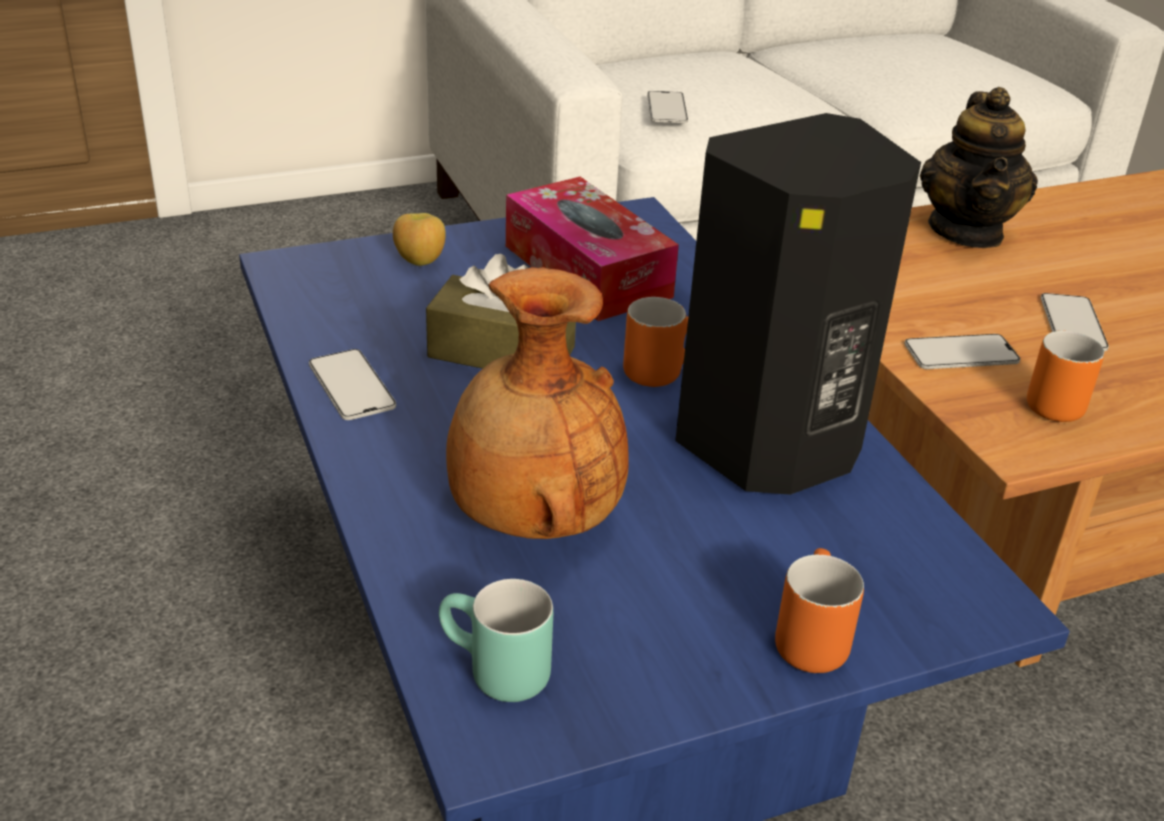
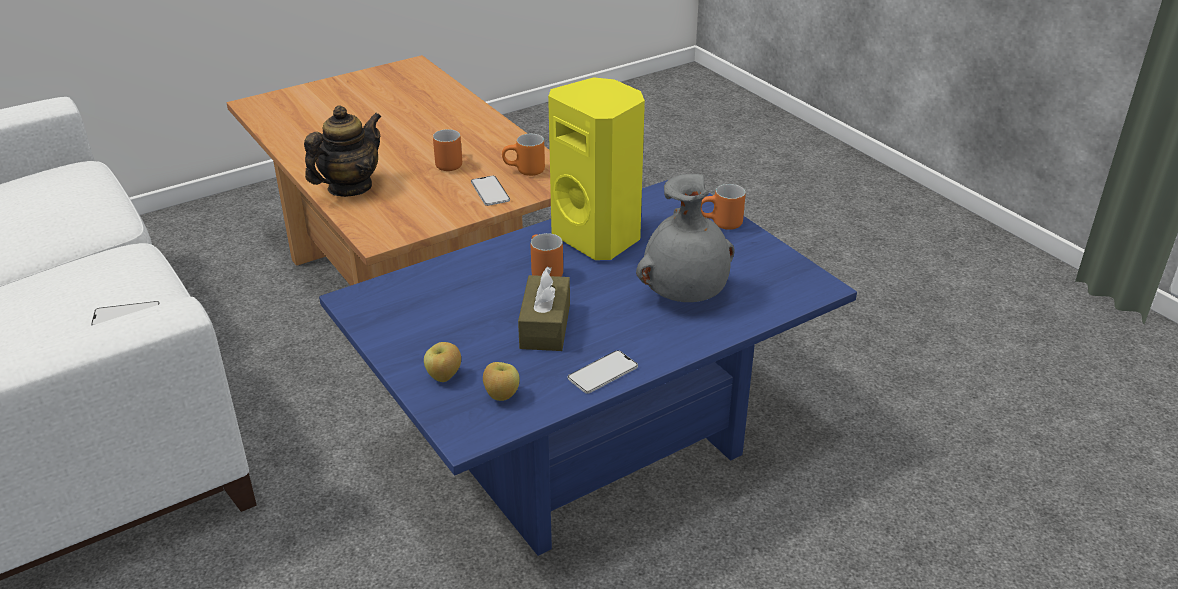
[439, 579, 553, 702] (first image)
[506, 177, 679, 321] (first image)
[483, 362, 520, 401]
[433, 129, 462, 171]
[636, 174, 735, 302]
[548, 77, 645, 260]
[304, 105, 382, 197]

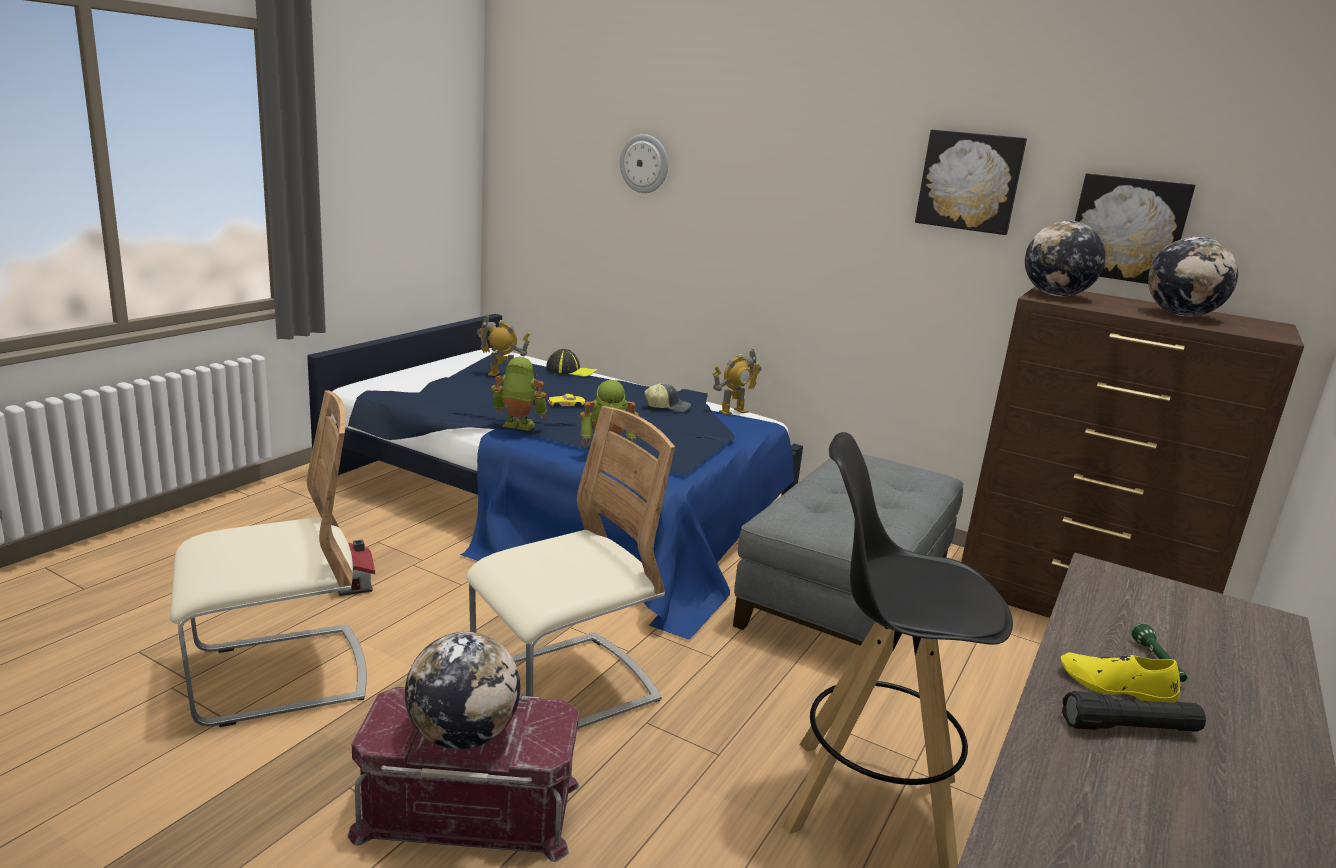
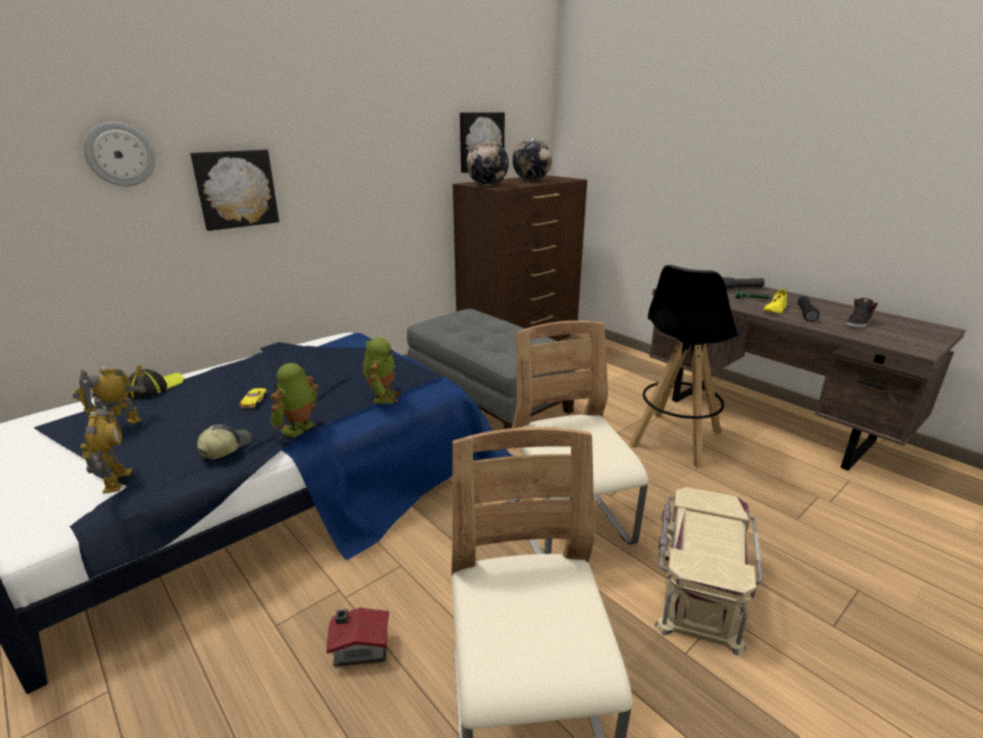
[405, 632, 520, 750] (first image)
[722, 277, 765, 289]
[846, 298, 878, 328]
[197, 424, 252, 459]
[80, 398, 132, 494]
[190, 150, 279, 231]
[655, 487, 762, 655]

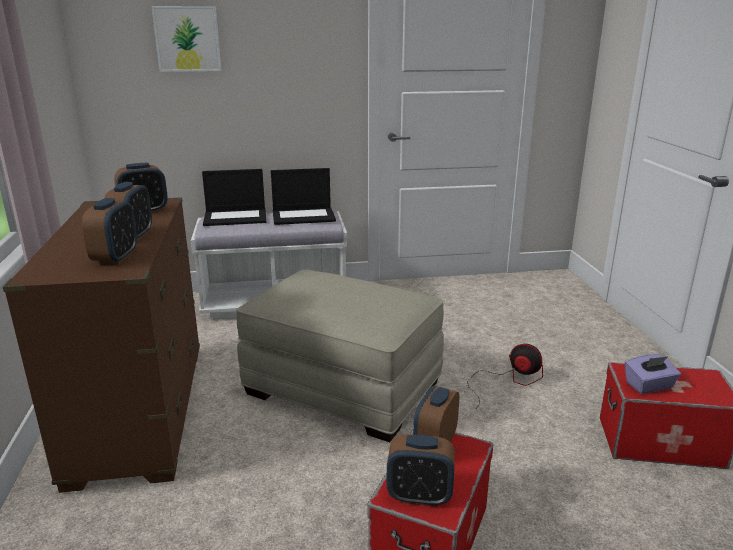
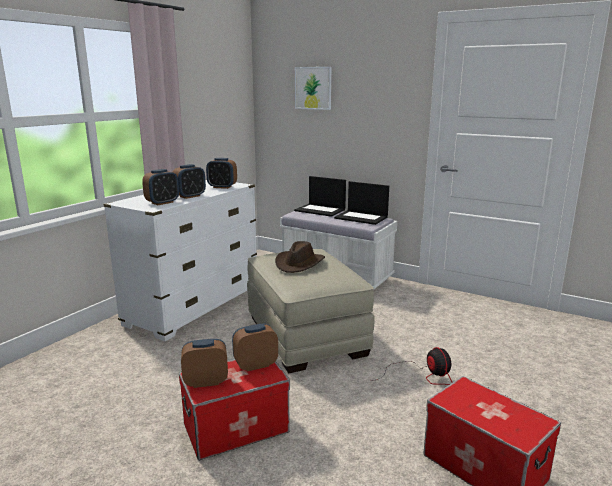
[625, 354, 681, 394] (first image)
[275, 241, 325, 273]
[103, 179, 257, 341]
[181, 339, 228, 388]

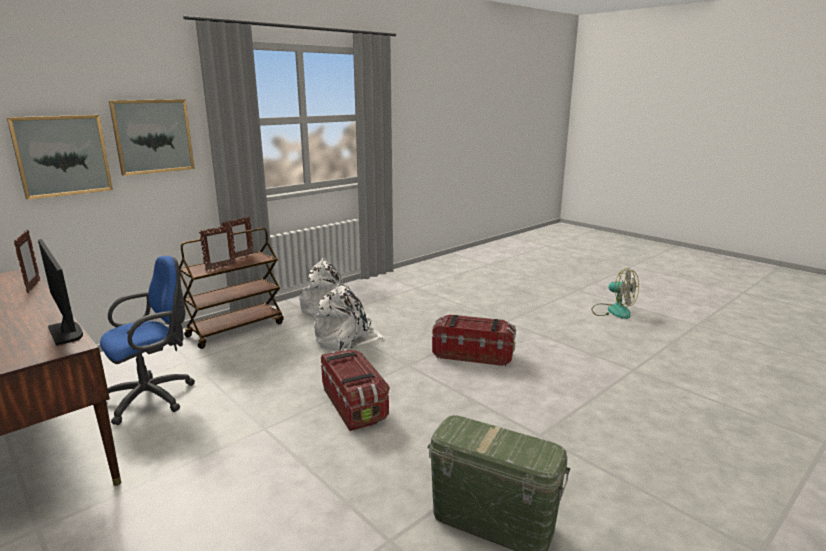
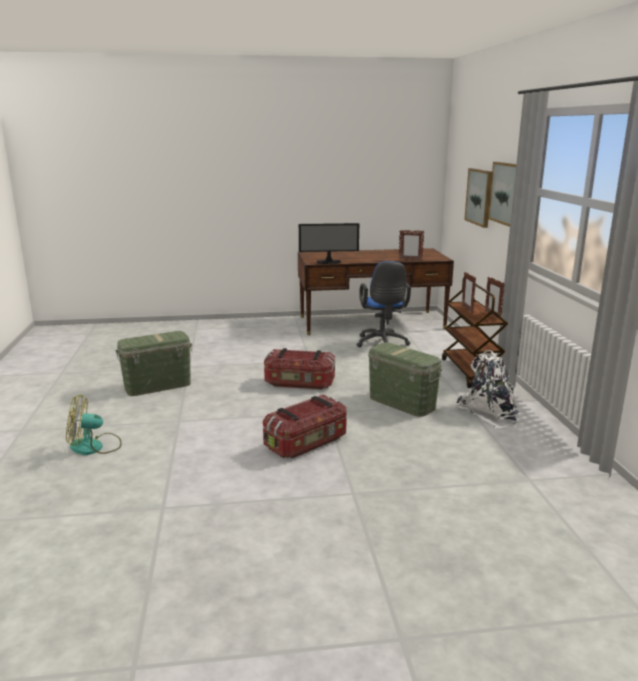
[66, 395, 121, 455]
[368, 342, 442, 417]

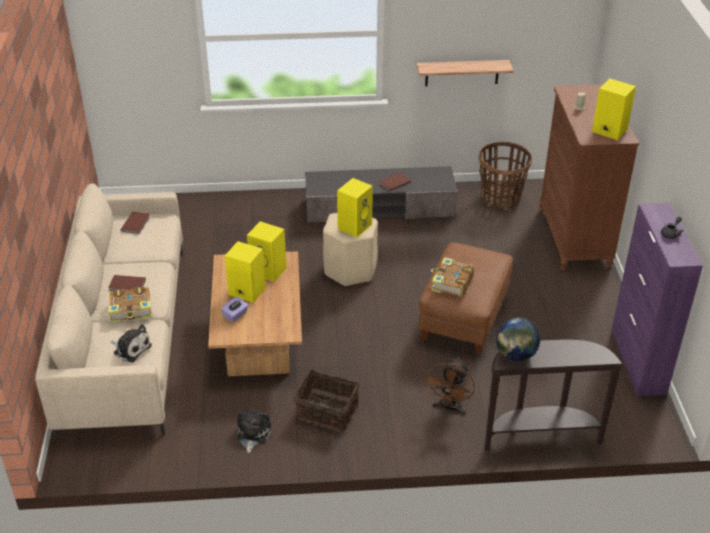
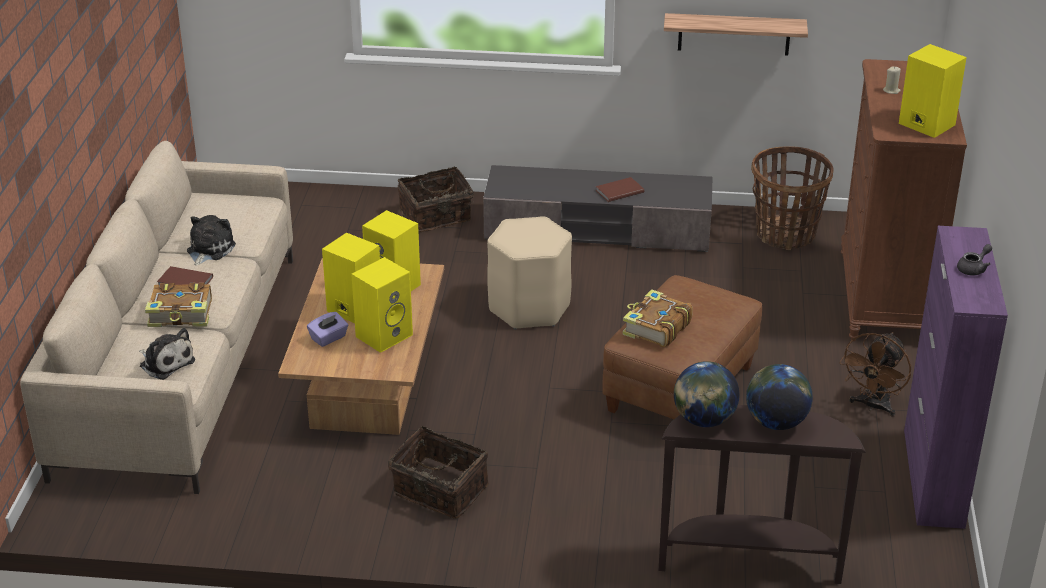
[121, 212, 150, 234] (first image)
[398, 166, 474, 233]
[746, 364, 813, 430]
[187, 215, 236, 265]
[351, 257, 413, 353]
[839, 332, 911, 417]

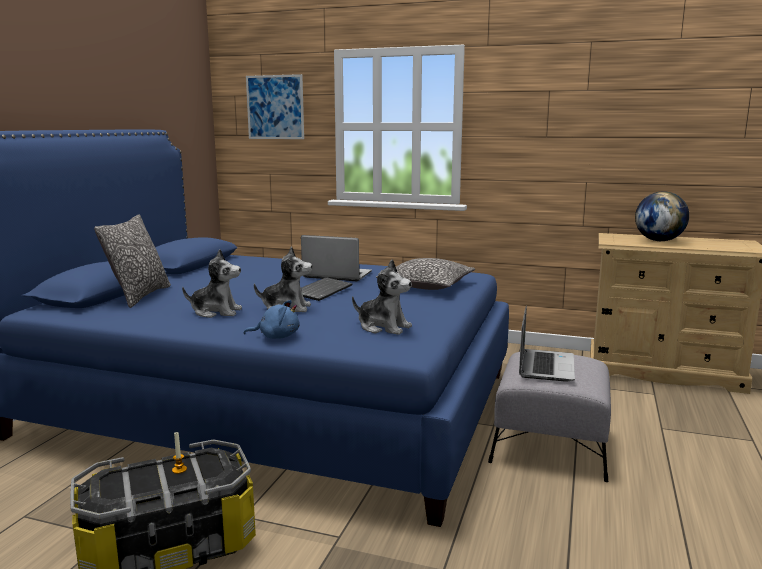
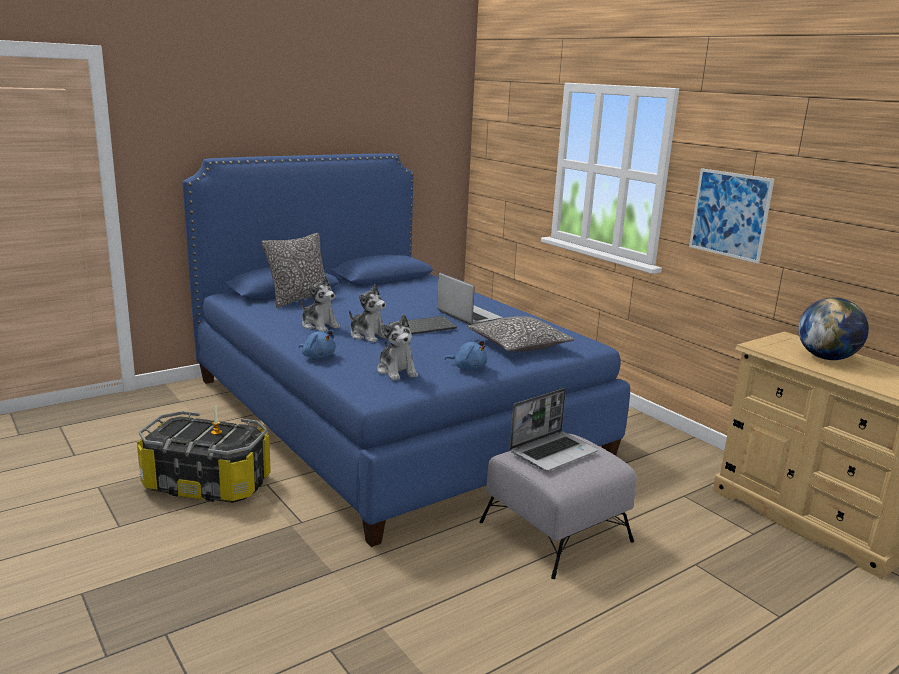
[445, 340, 487, 370]
[689, 168, 774, 264]

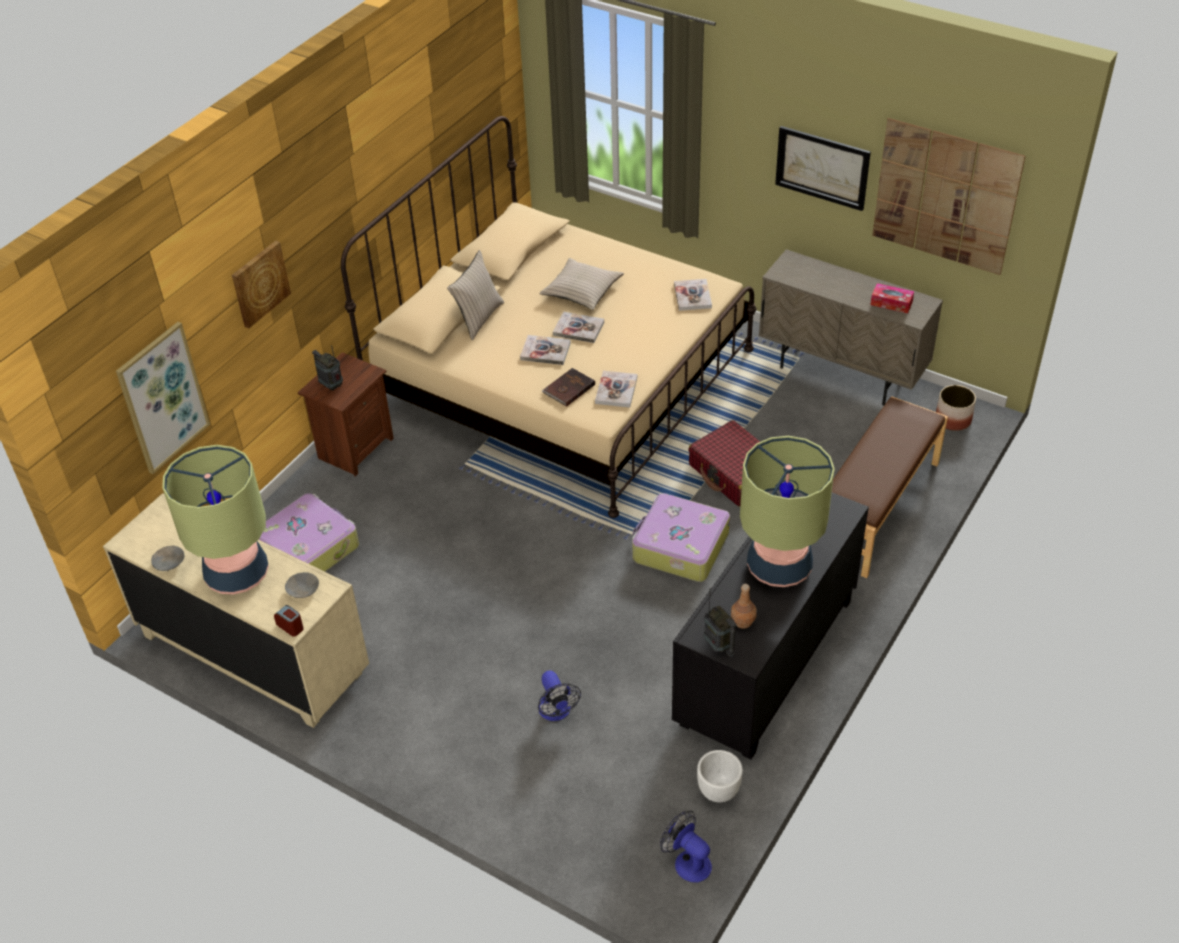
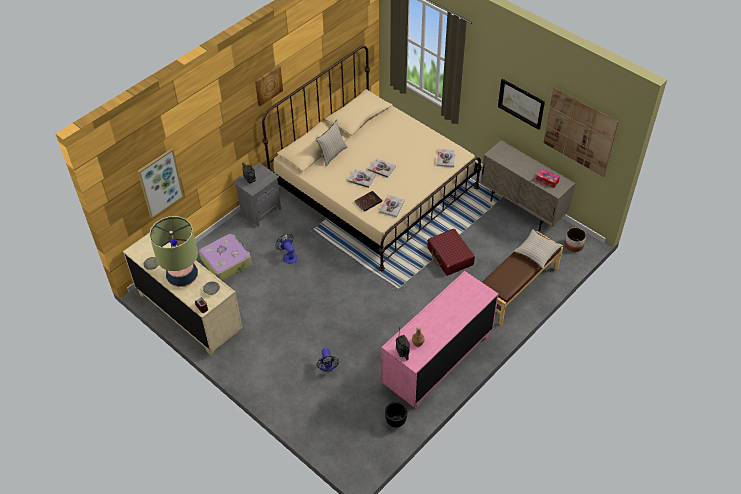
[632, 493, 730, 582] (first image)
[740, 436, 835, 587] (first image)
[255, 65, 283, 106]
[513, 229, 563, 268]
[276, 234, 298, 264]
[233, 163, 281, 227]
[381, 271, 499, 409]
[385, 402, 407, 428]

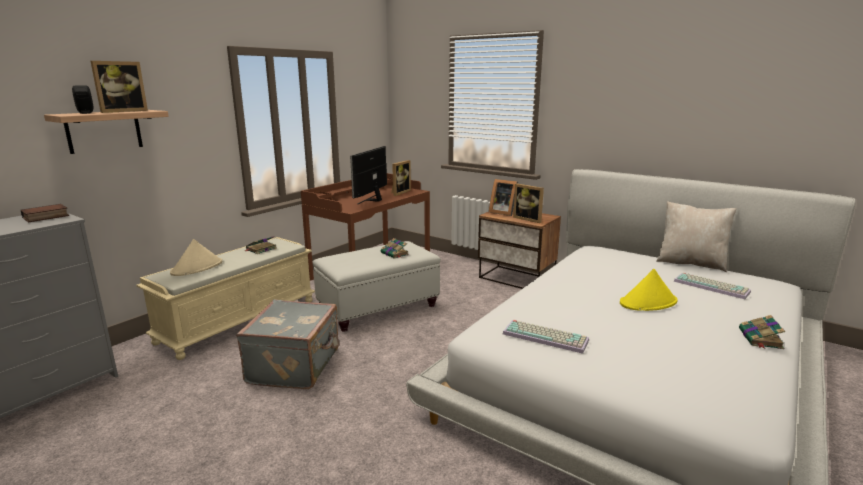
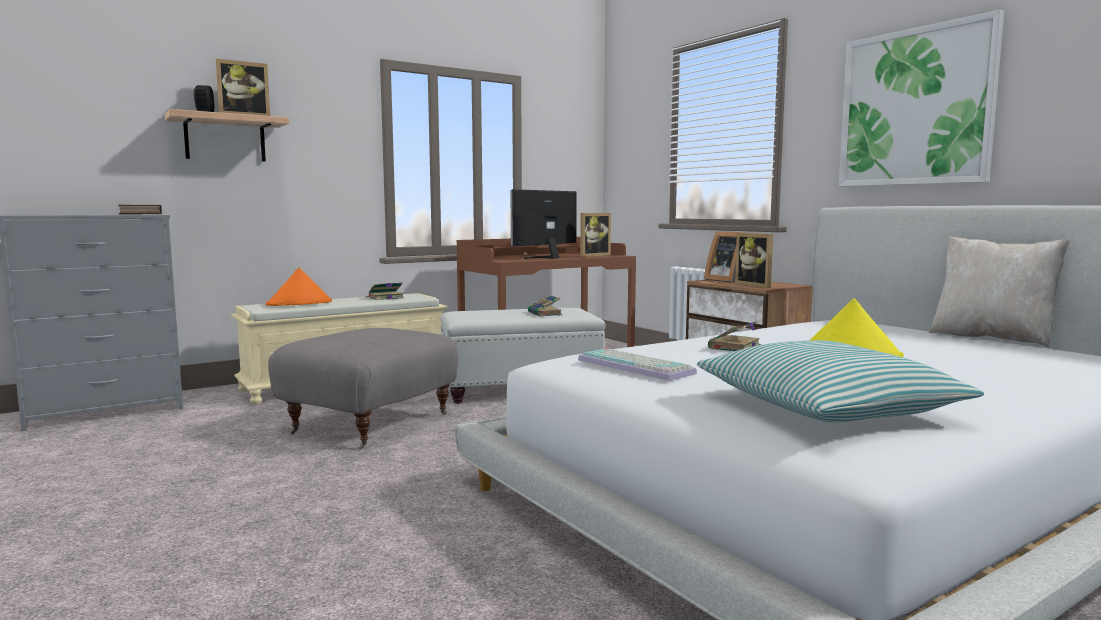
[674, 273, 751, 299] (first image)
[697, 340, 984, 423]
[839, 10, 1004, 186]
[708, 321, 761, 351]
[268, 328, 458, 449]
[266, 268, 332, 306]

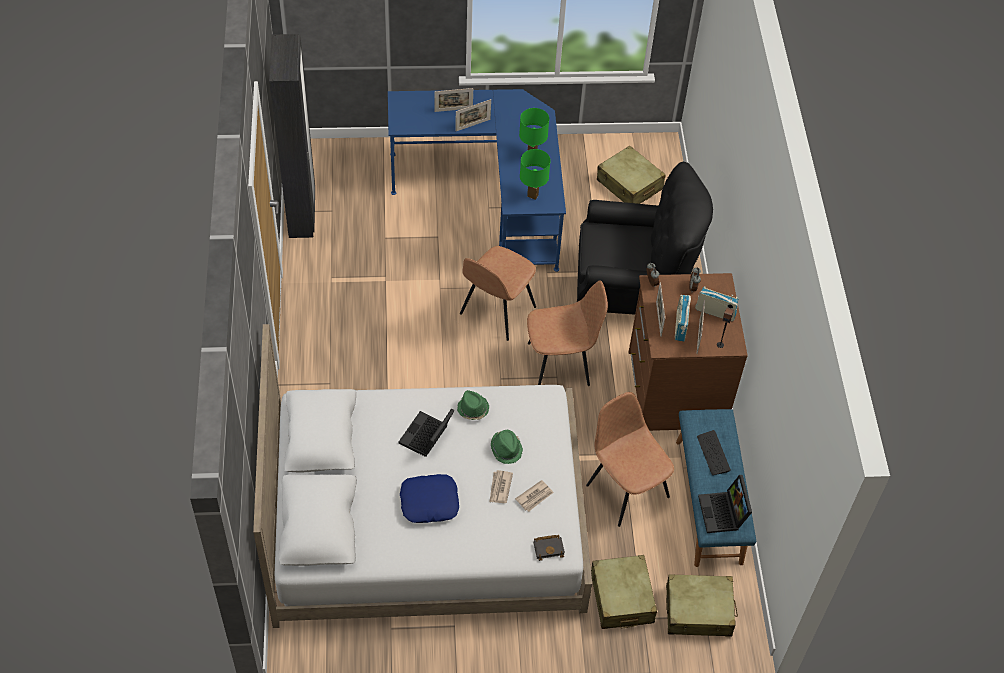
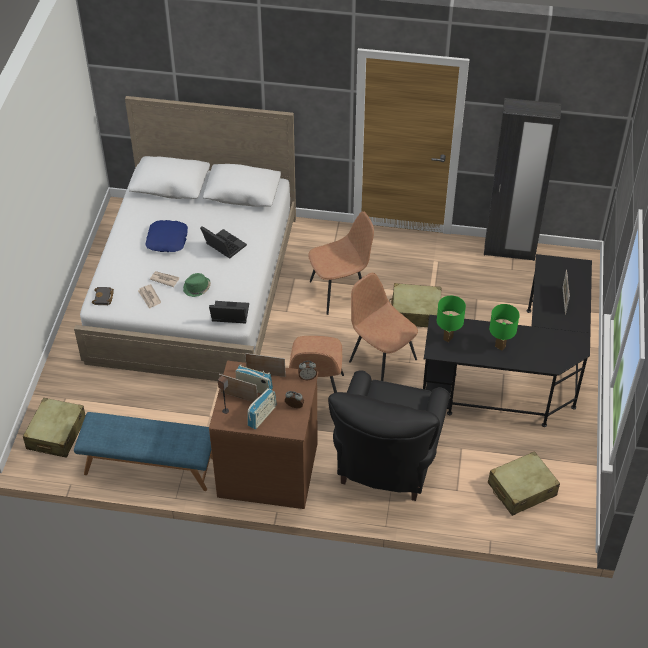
[455, 99, 491, 131] (first image)
[457, 390, 489, 420] (first image)
[697, 430, 731, 475] (first image)
[308, 211, 374, 315]
[389, 283, 441, 327]
[209, 301, 249, 324]
[423, 254, 592, 427]

